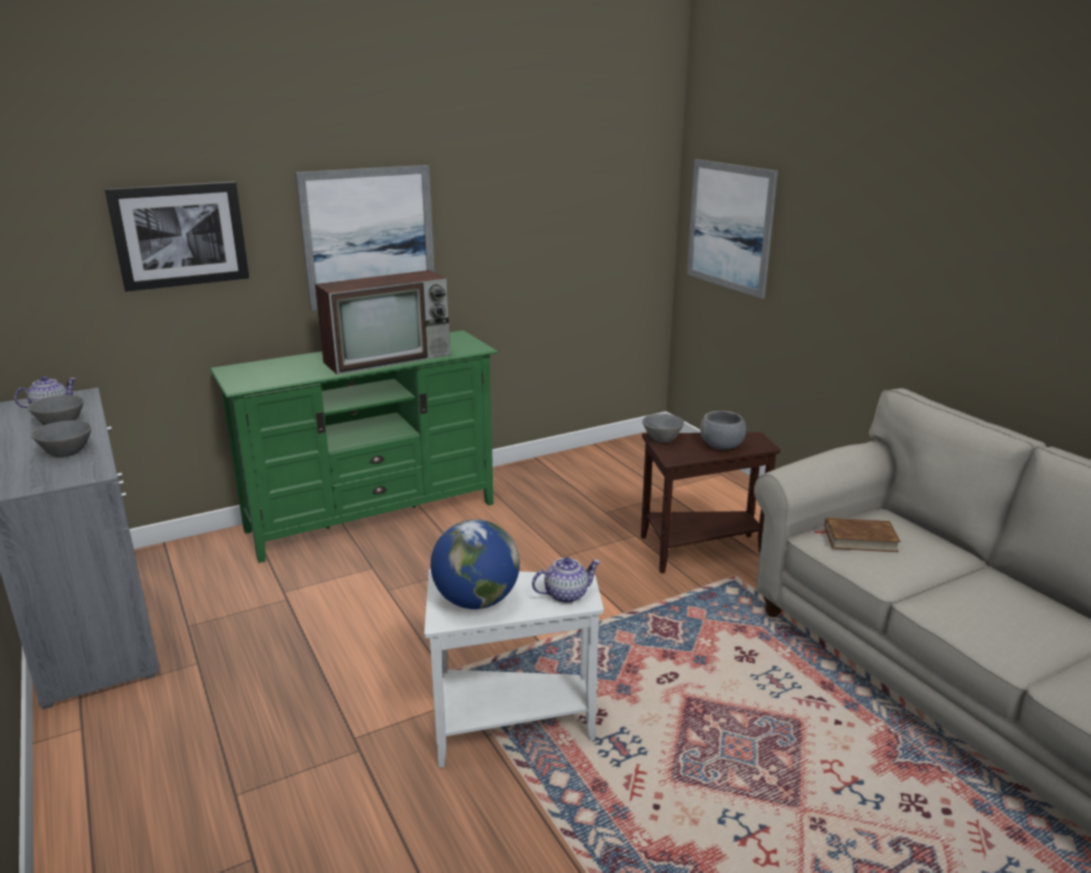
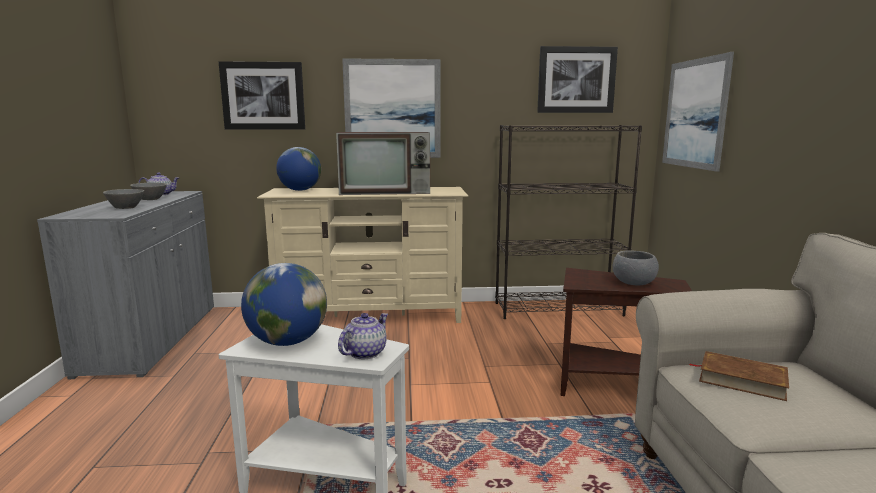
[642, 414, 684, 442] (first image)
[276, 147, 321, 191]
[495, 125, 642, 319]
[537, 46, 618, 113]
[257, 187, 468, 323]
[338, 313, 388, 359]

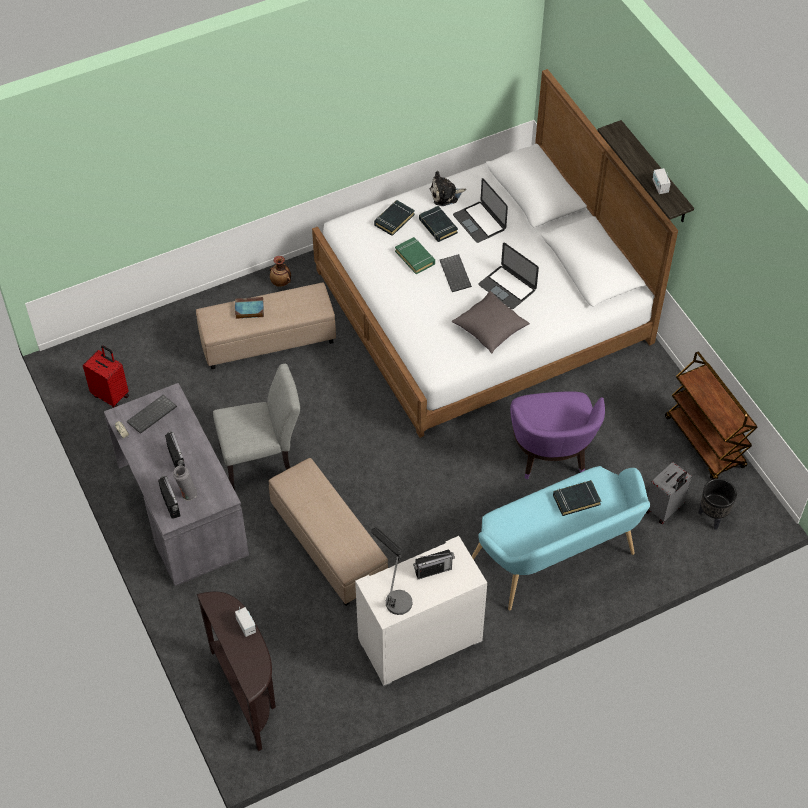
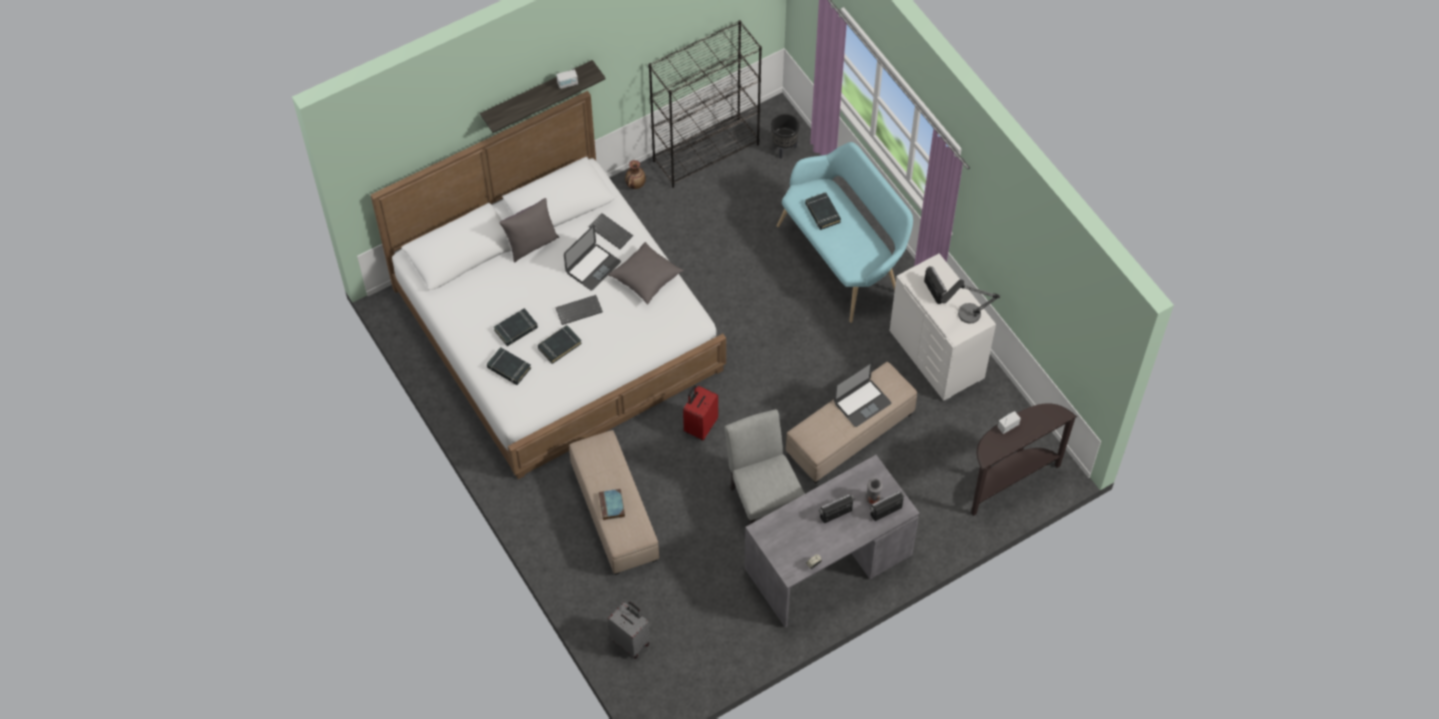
[430, 171, 466, 206] (first image)
[510, 391, 605, 479] (first image)
[499, 198, 559, 263]
[683, 385, 718, 441]
[589, 213, 633, 249]
[625, 160, 646, 189]
[834, 362, 891, 427]
[607, 602, 650, 659]
[648, 20, 762, 188]
[538, 325, 582, 364]

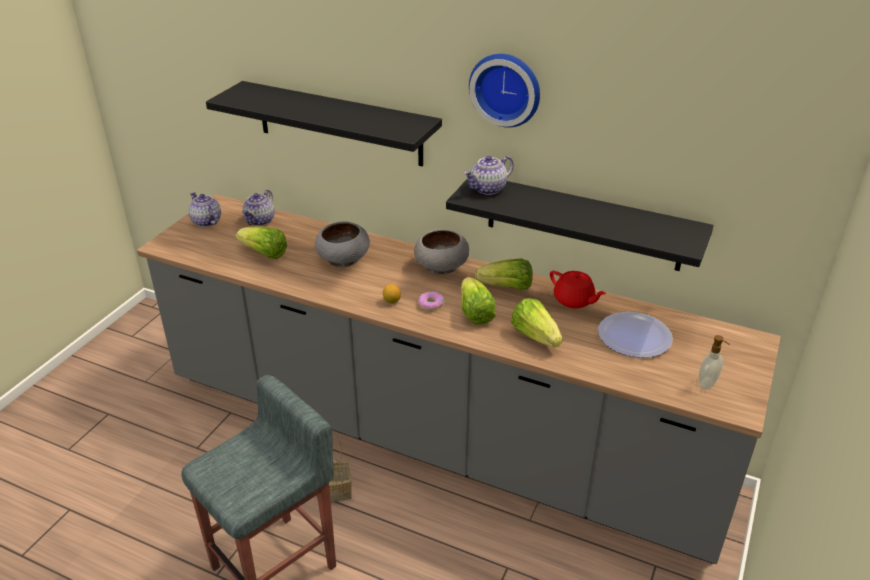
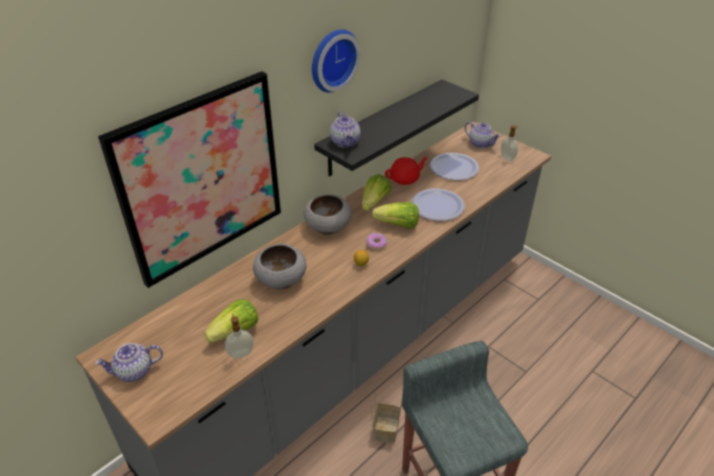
[225, 314, 254, 359]
[464, 122, 501, 148]
[98, 71, 281, 288]
[411, 188, 465, 221]

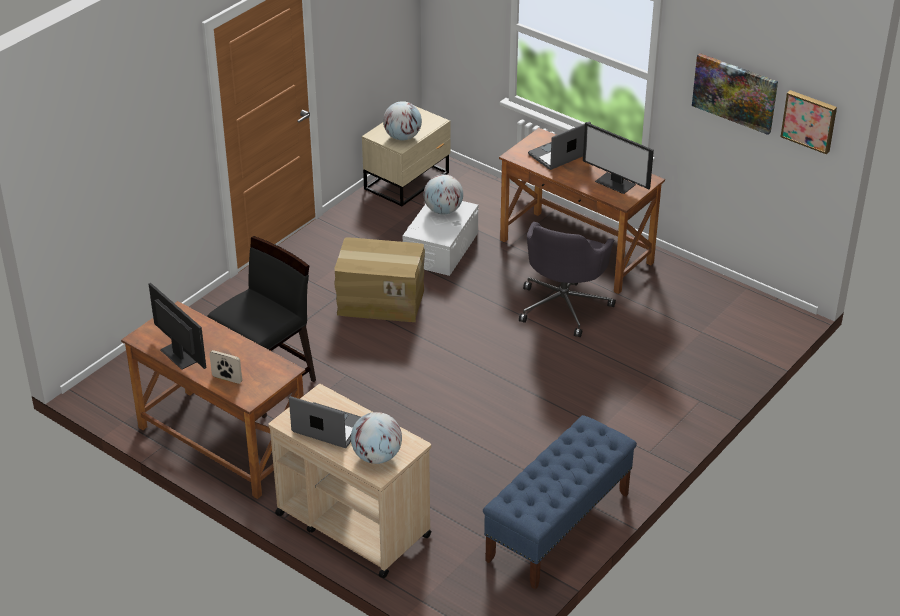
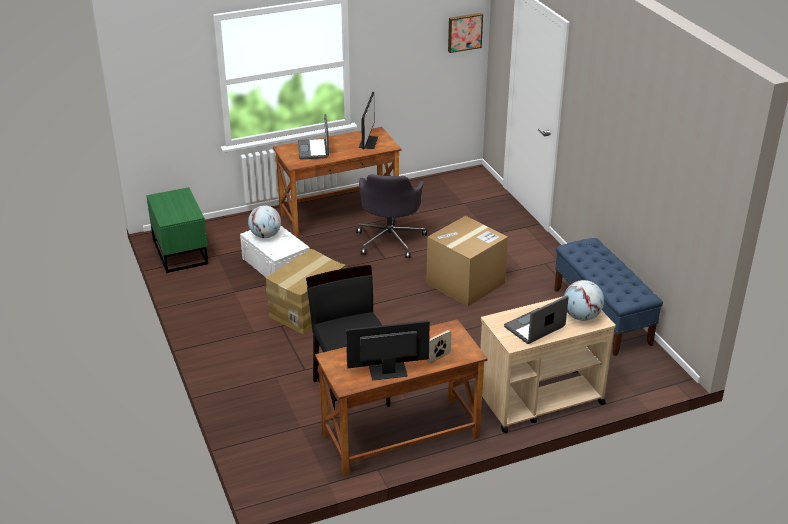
[383, 101, 422, 140] (first image)
[692, 53, 778, 135] (first image)
[426, 216, 508, 306]
[146, 187, 208, 273]
[356, 174, 427, 258]
[359, 92, 379, 149]

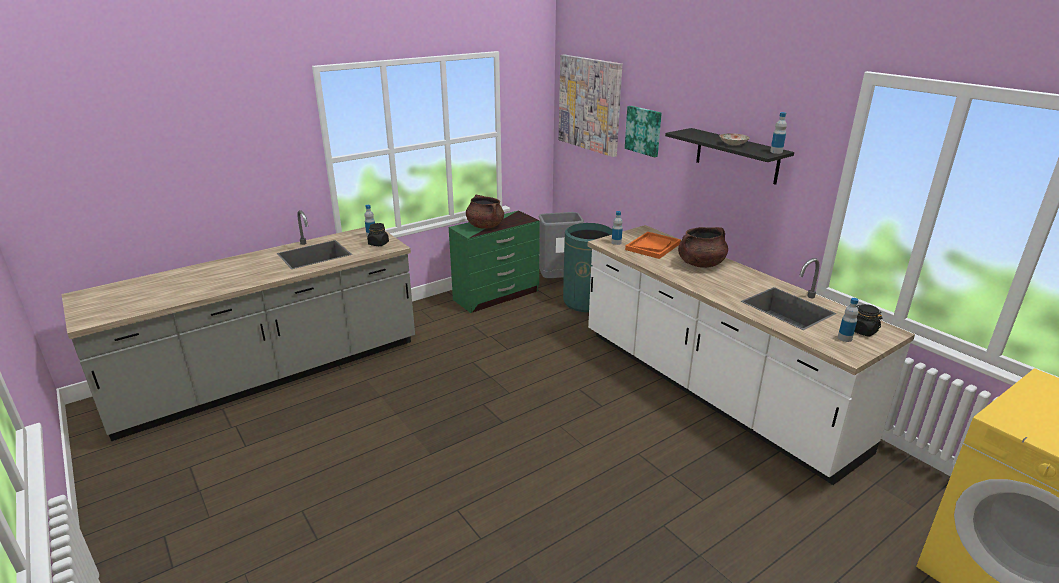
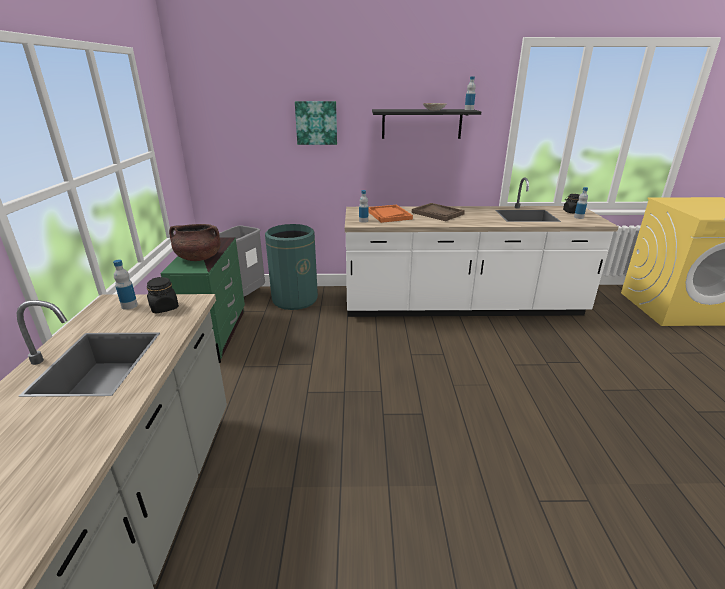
[559, 55, 622, 157] (first image)
[412, 203, 465, 221]

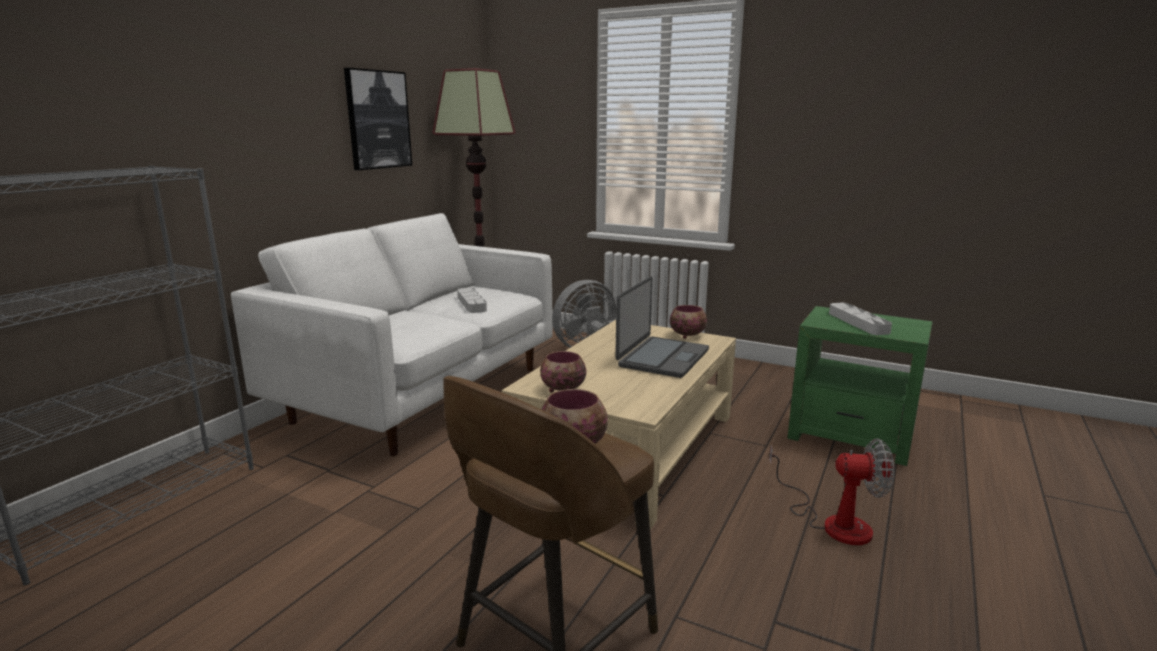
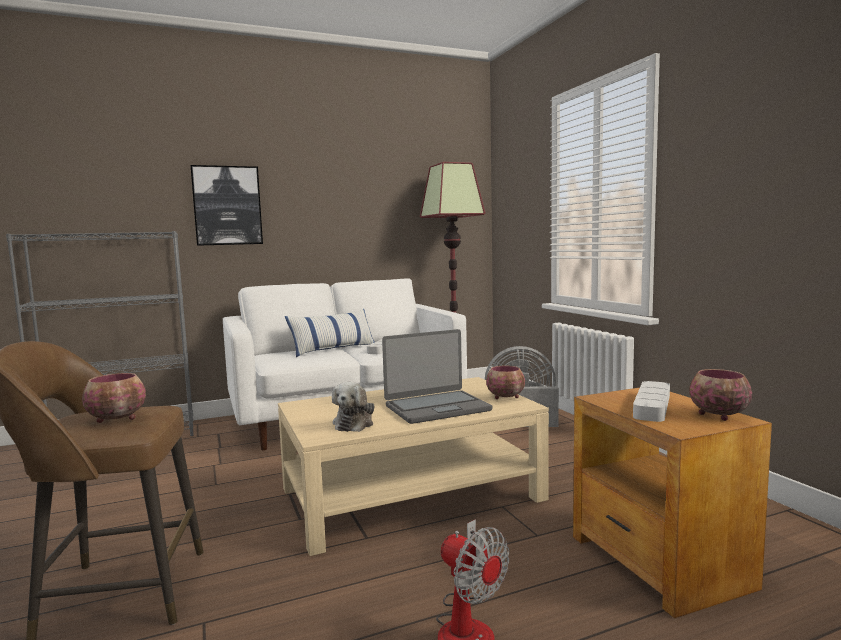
[285, 309, 375, 357]
[332, 382, 374, 432]
[190, 165, 263, 246]
[689, 369, 752, 421]
[573, 387, 772, 618]

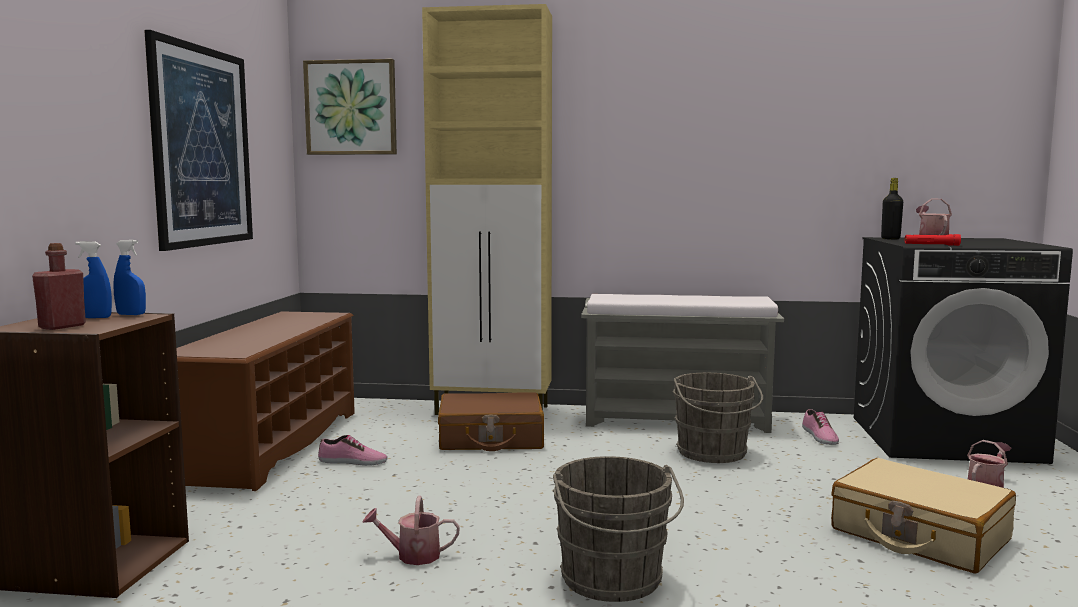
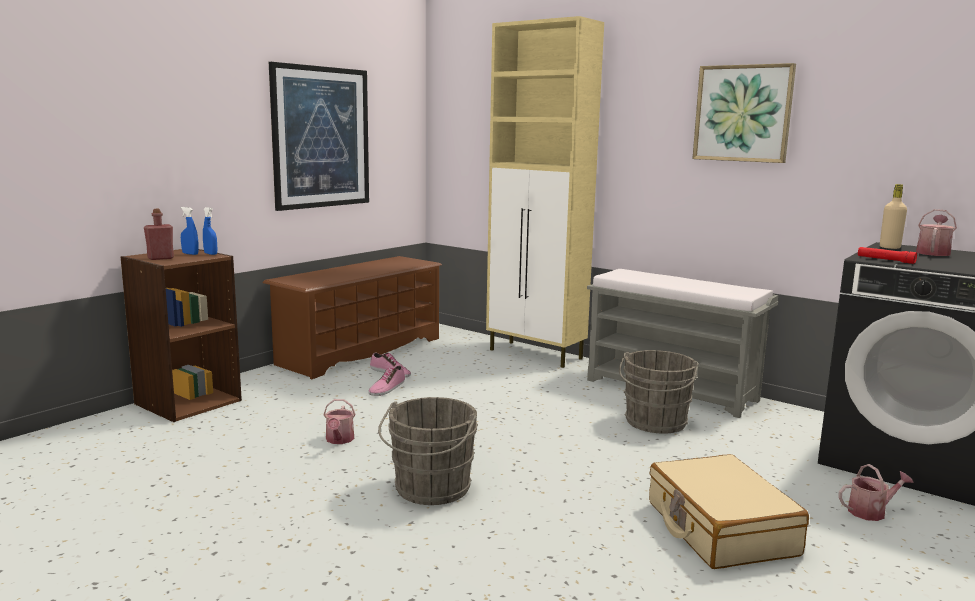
[438, 392, 544, 451] (first image)
[692, 63, 796, 163]
[368, 365, 405, 396]
[880, 184, 907, 249]
[324, 399, 355, 444]

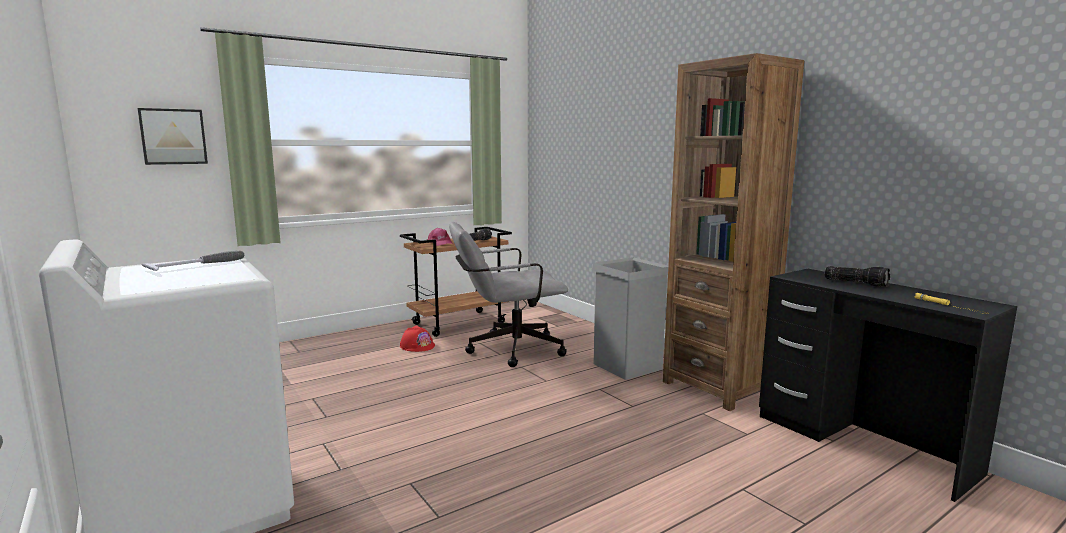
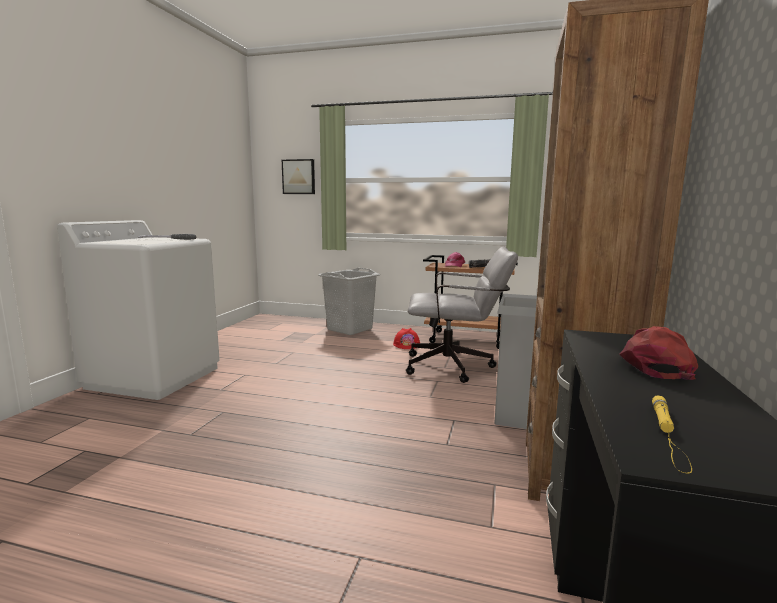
[319, 268, 380, 335]
[619, 326, 698, 380]
[406, 246, 518, 383]

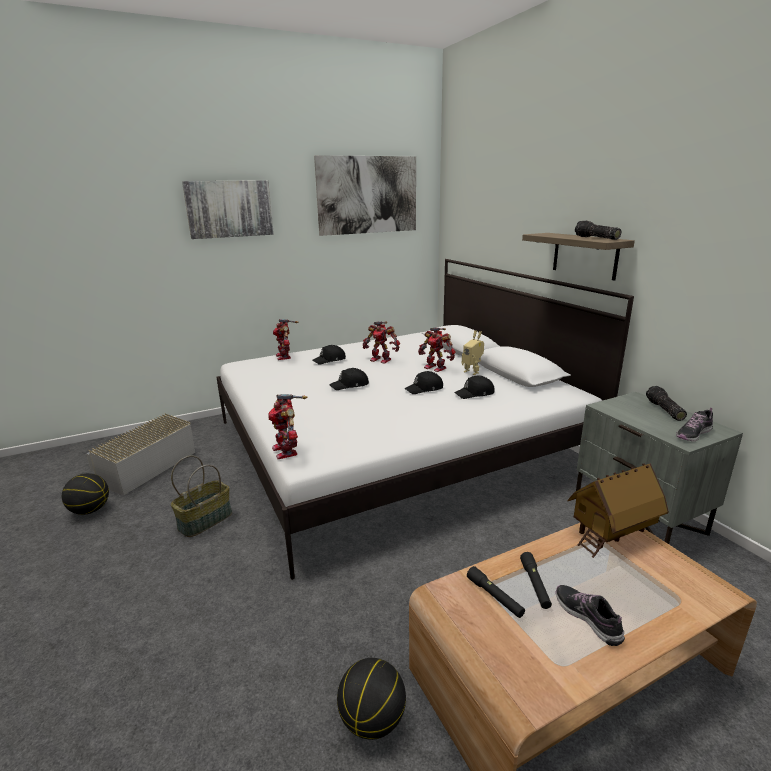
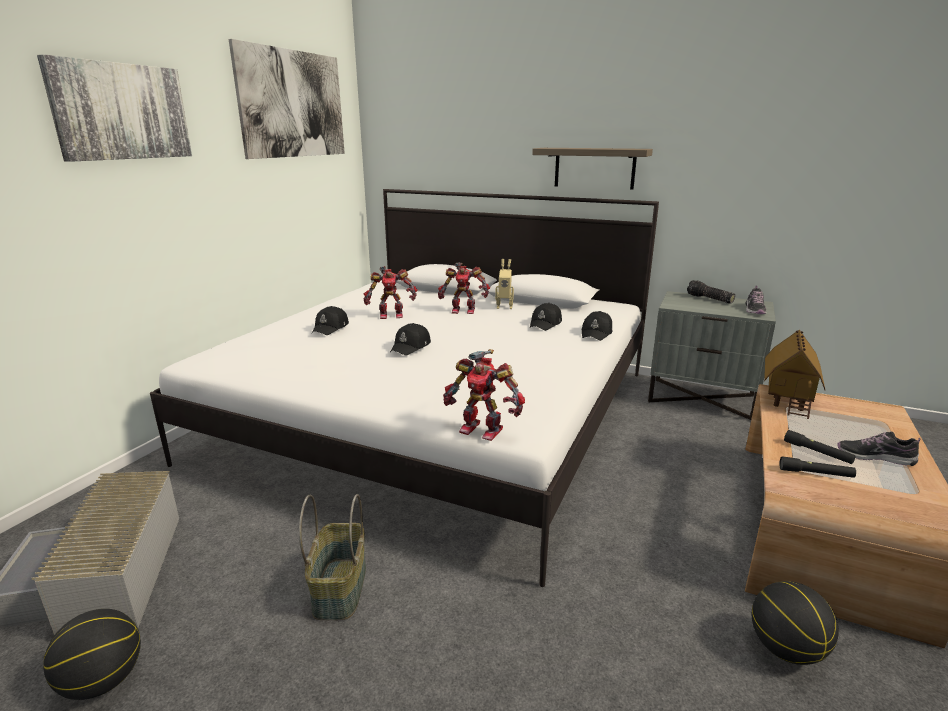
[273, 319, 298, 360] (first image)
[575, 220, 621, 240] (first image)
[582, 311, 612, 341]

